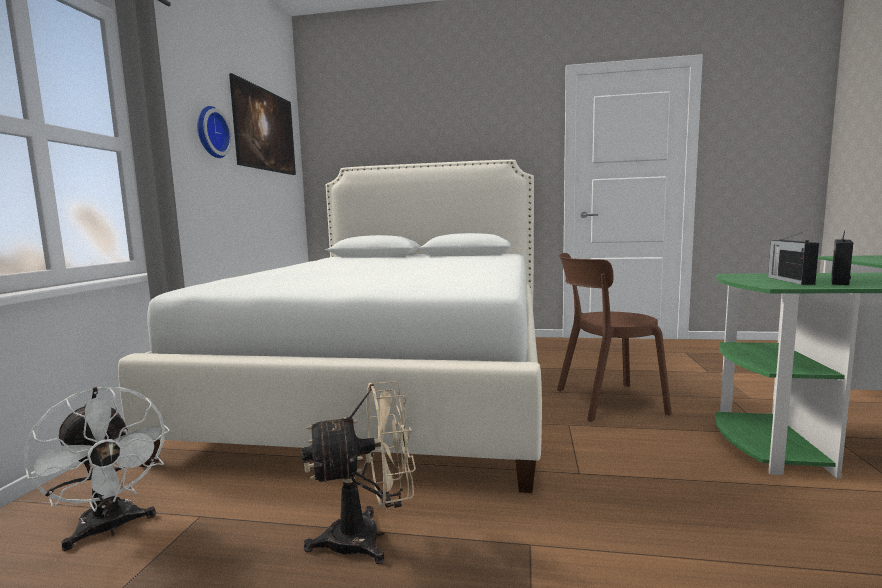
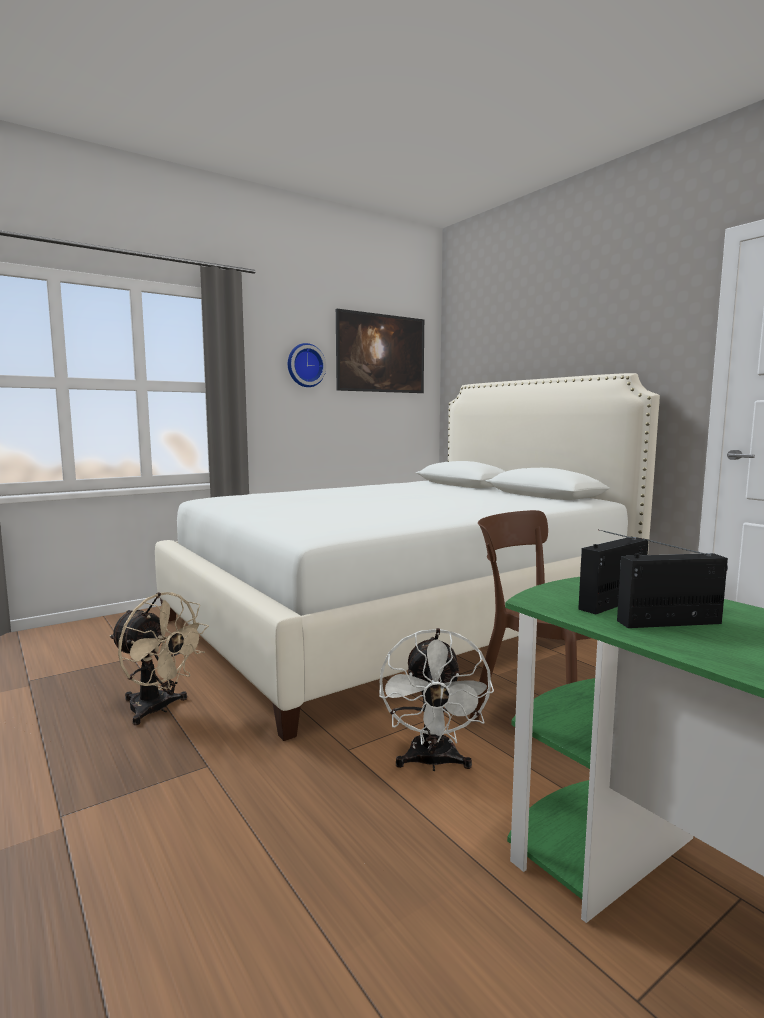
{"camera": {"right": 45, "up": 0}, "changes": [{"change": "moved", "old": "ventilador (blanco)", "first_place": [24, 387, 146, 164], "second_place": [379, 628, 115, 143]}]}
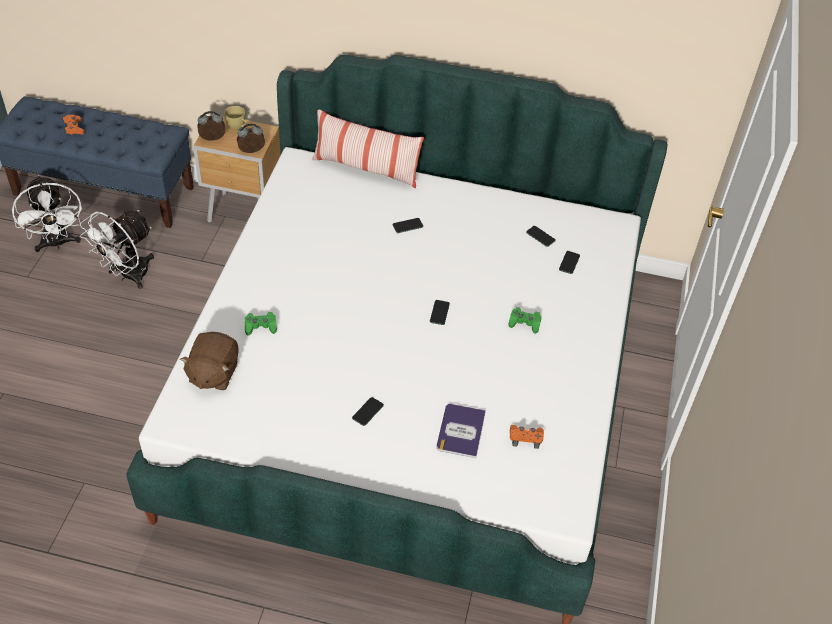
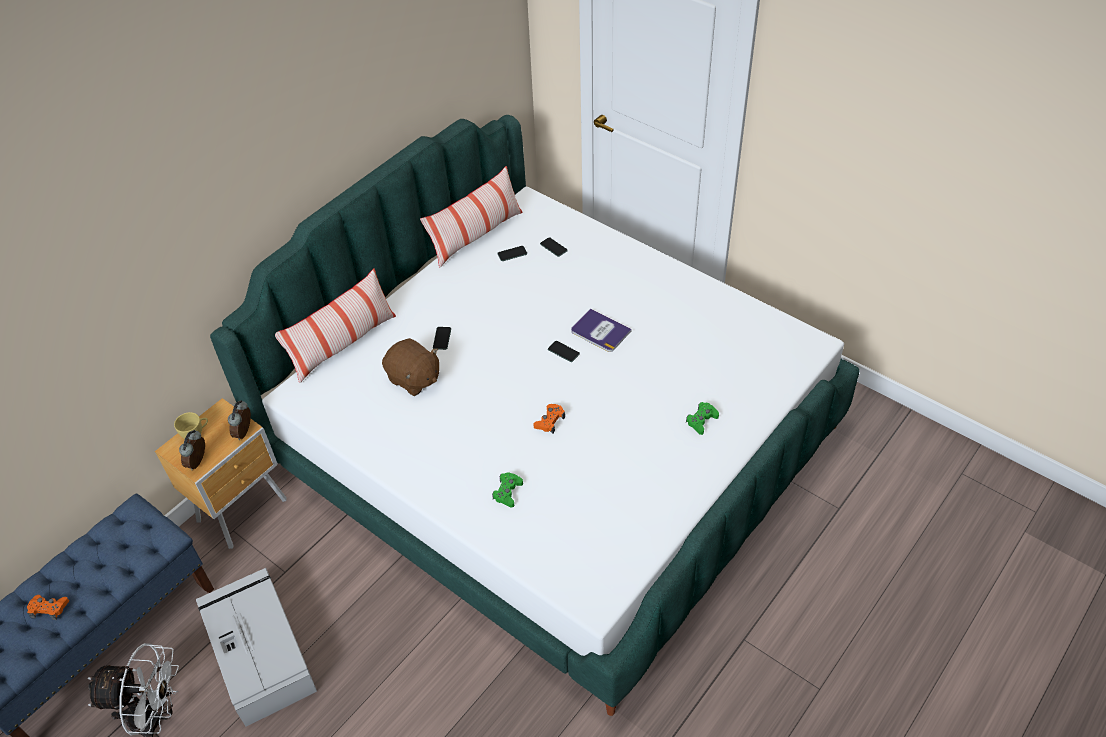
{"camera": {"right": -60, "up": 0}, "changes": [{"change": "replaced", "old": "ventilador (blanco)", "new": "caja de almacenaje (gris)", "first_place": [80, 210, 74, 79], "second_place": [196, 568, 121, 158]}, {"change": "moved", "old": "peluche (marrón)", "first_place": [180, 332, 59, 58], "second_place": [382, 338, 57, 58]}, {"change": "removed", "old": "móvil", "first_place": [352, 397, 32, 29]}, {"change": "moved", "old": "libro", "first_place": [437, 404, 49, 54], "second_place": [571, 309, 61, 43]}, {"change": "moved", "old": "mando de consola (verde)", "first_place": [508, 307, 33, 27], "second_place": [686, 402, 33, 33]}, {"change": "moved", "old": "mando de consola (naranja)", "first_place": [510, 425, 34, 24], "second_place": [533, 404, 32, 30]}, {"change": "added", "new": "cojín", "second_place": [420, 166, 103, 101]}]}
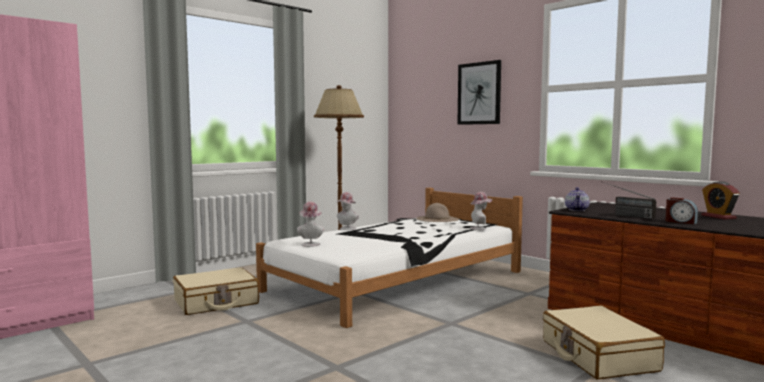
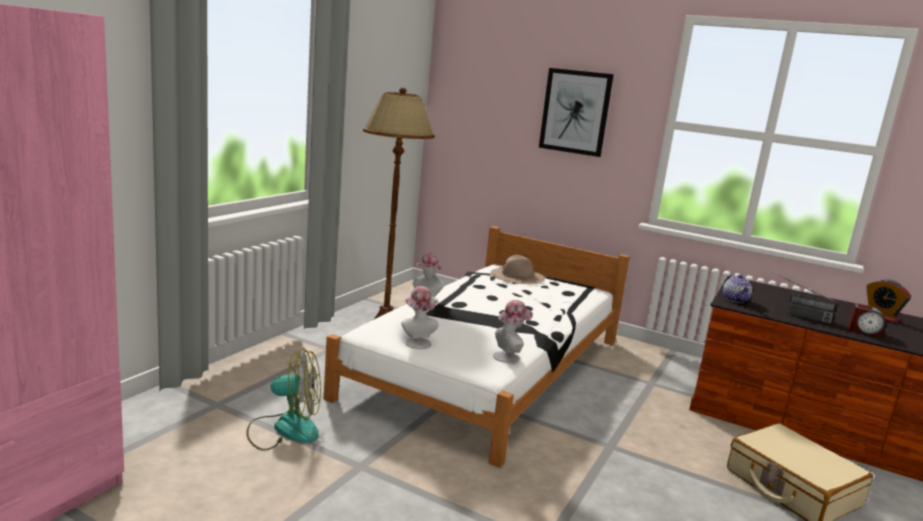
{"camera": {"right": -20, "up": 10}, "changes": [{"change": "replaced", "old": "maleta (beis)", "new": "ventilador", "first_place": [173, 267, 86, 48], "second_place": [247, 348, 74, 103]}, {"change": "moved", "old": "sombrero", "first_place": [470, 192, 22, 38], "second_place": [493, 300, 40, 63]}]}
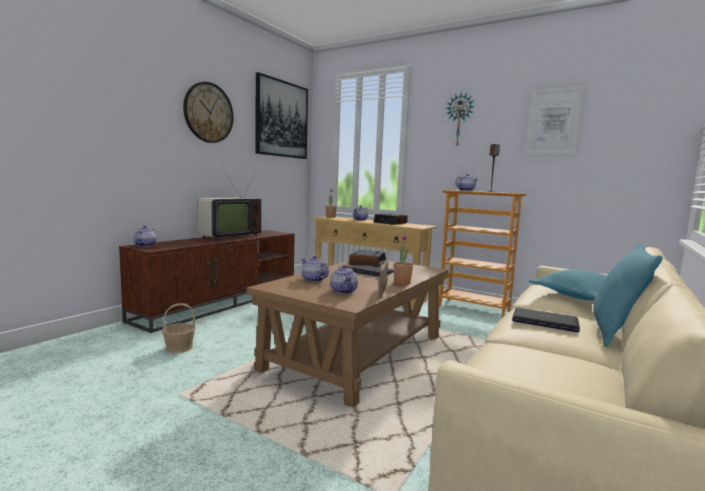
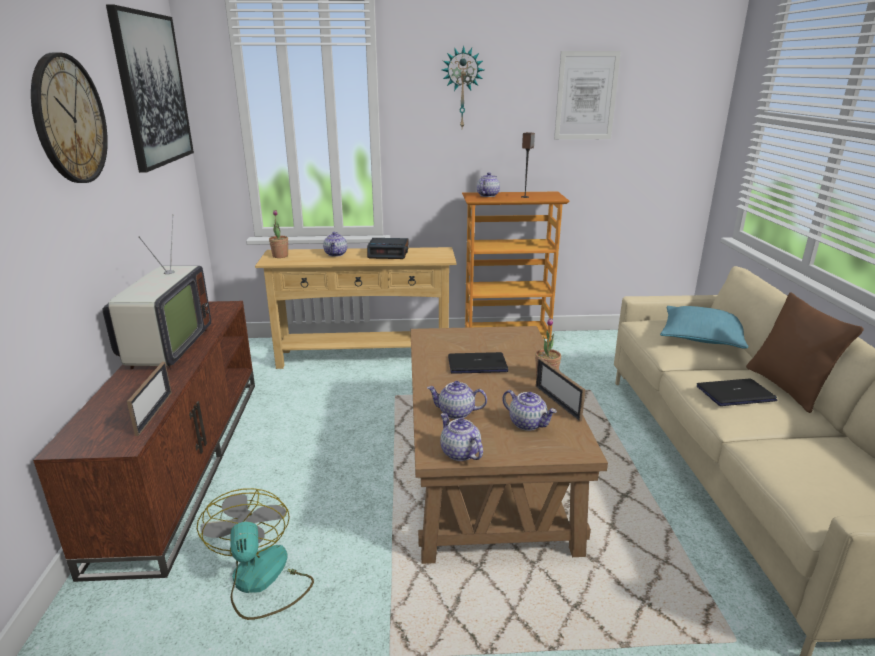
{"camera": {"right": -35, "up": 15}, "changes": [{"change": "moved", "old": "tetera", "first_place": [133, 226, 23, 21], "second_place": [440, 413, 43, 48]}, {"change": "replaced", "old": "cesta", "new": "ventilador", "first_place": [162, 303, 34, 50], "second_place": [197, 488, 117, 132]}, {"change": "removed", "old": "despertador", "first_place": [349, 250, 37, 17]}, {"change": "recoloured", "old": "cojín (turquesa)", "new": "cojín (marrón)", "first_place": [593, 243, 70, 104], "second_place": [746, 292, 118, 121]}, {"change": "added", "new": "portarretratos", "second_place": [127, 362, 45, 74]}]}
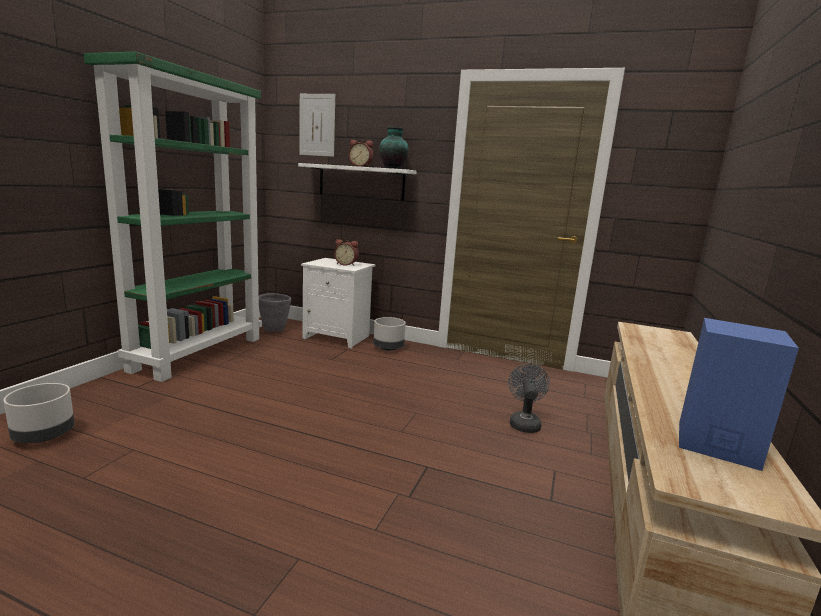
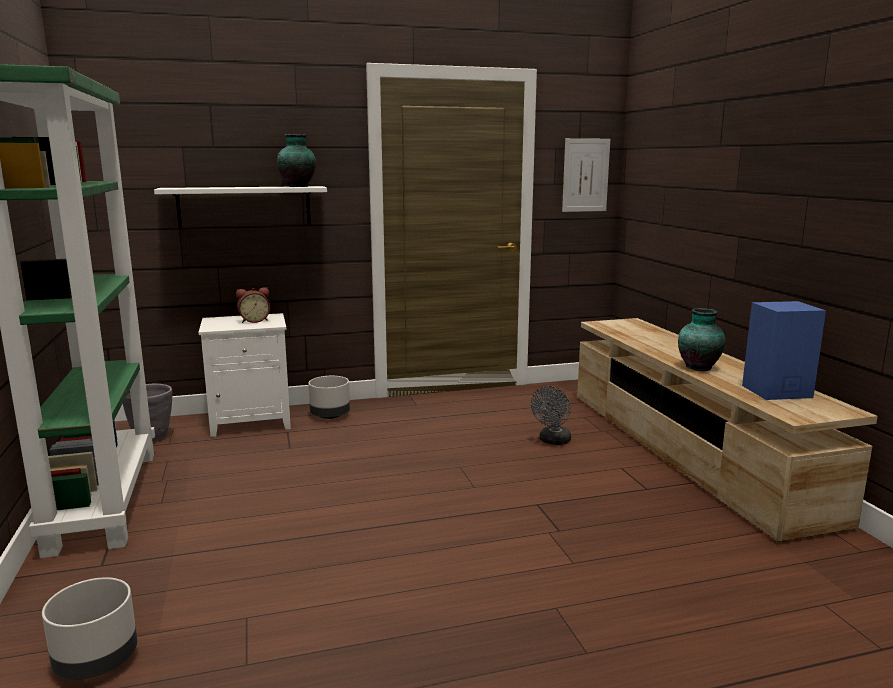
{"camera": {"right": -35, "up": 0}, "changes": [{"change": "moved", "old": "cuadro", "first_place": [299, 94, 36, 63], "second_place": [562, 138, 48, 74]}, {"change": "removed", "old": "despertador", "first_place": [348, 140, 25, 27]}, {"change": "turned", "old": "ventilador (gris)", "first_place": [508, 364, 42, 69], "second_place": [531, 386, 40, 59], "degrees": -120}, {"change": "added", "new": "florero", "second_place": [678, 308, 47, 63]}]}
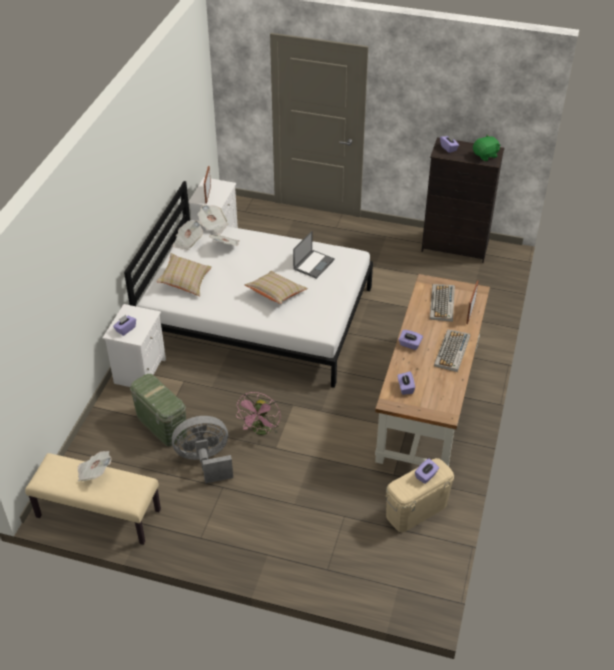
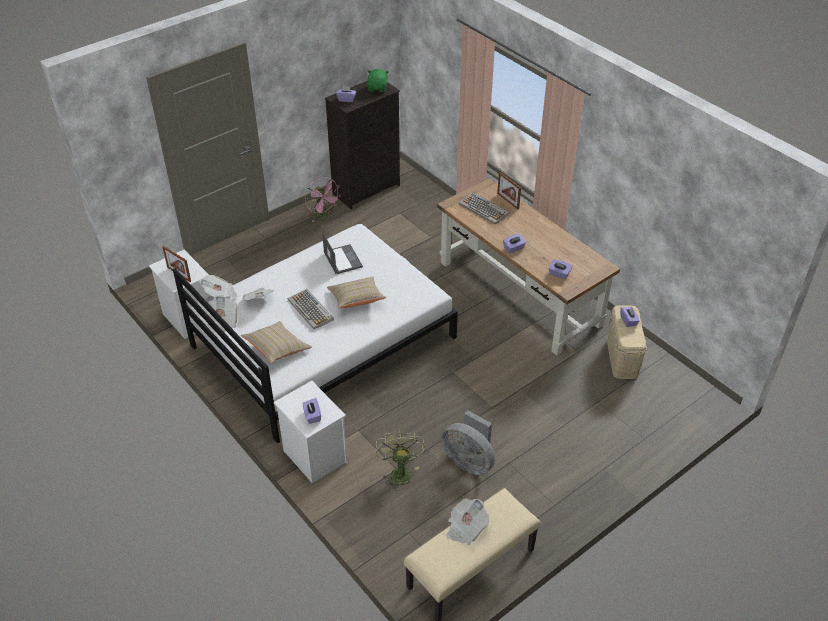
{"camera": {"right": -55, "up": 0}, "changes": [{"change": "replaced", "old": "caja de almacenaje (verde)", "new": "ventilador (verde)", "first_place": [130, 374, 57, 73], "second_place": [376, 430, 49, 61]}, {"change": "turned", "old": "ventilador (gris)", "first_place": [172, 416, 61, 67], "second_place": [441, 410, 54, 65], "degrees": -75}, {"change": "moved", "old": "ventilador (rosa)", "first_place": [236, 392, 44, 43], "second_place": [305, 177, 34, 45]}, {"change": "moved", "old": "teclado", "first_place": [434, 329, 36, 43], "second_place": [288, 289, 46, 40]}]}
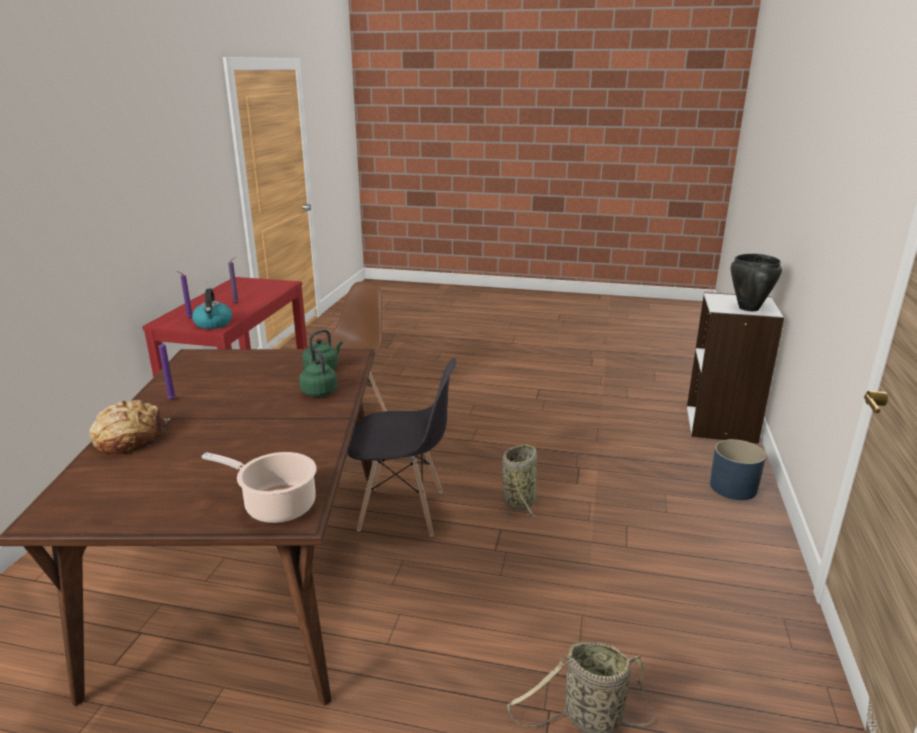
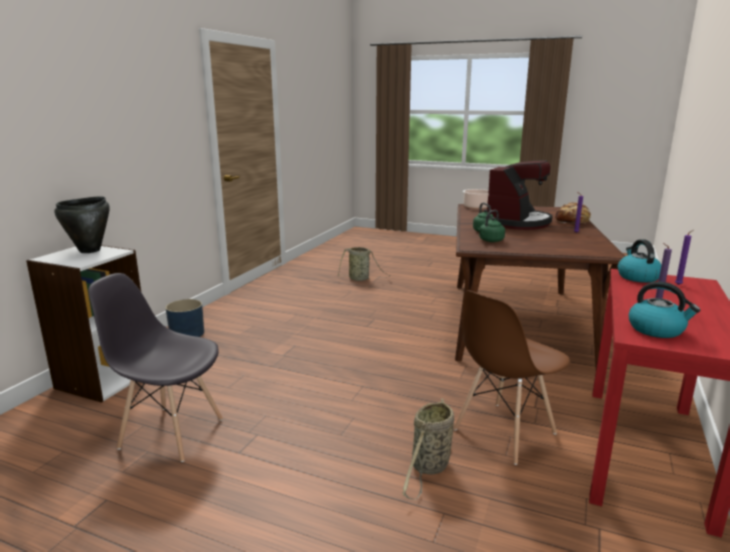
{"camera": {"right": -170, "up": -5}, "changes": [{"change": "moved", "old": "silla (gris)", "first_place": [347, 357, 110, 180], "second_place": [88, 273, 135, 189]}, {"change": "moved", "old": "cesta", "first_place": [502, 444, 35, 78], "second_place": [402, 399, 52, 101]}, {"change": "added", "new": "cafetera", "second_place": [487, 160, 65, 70]}, {"change": "added", "new": "hervidor", "second_place": [629, 282, 72, 56]}]}
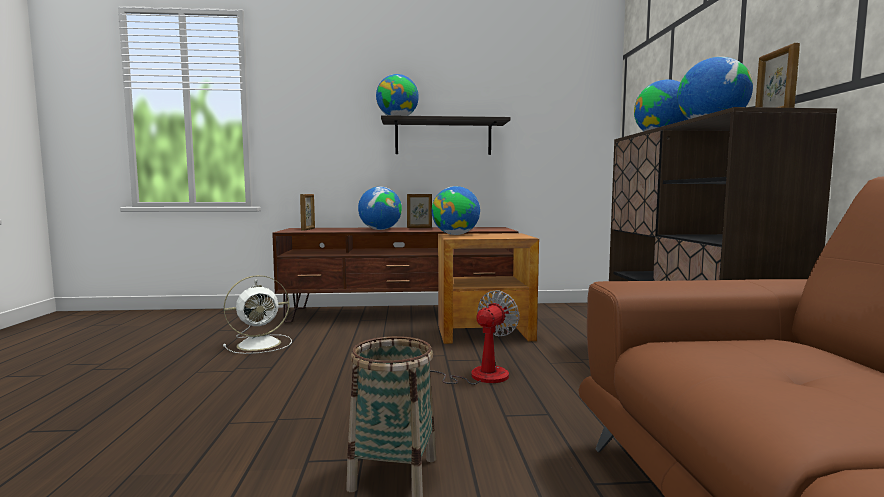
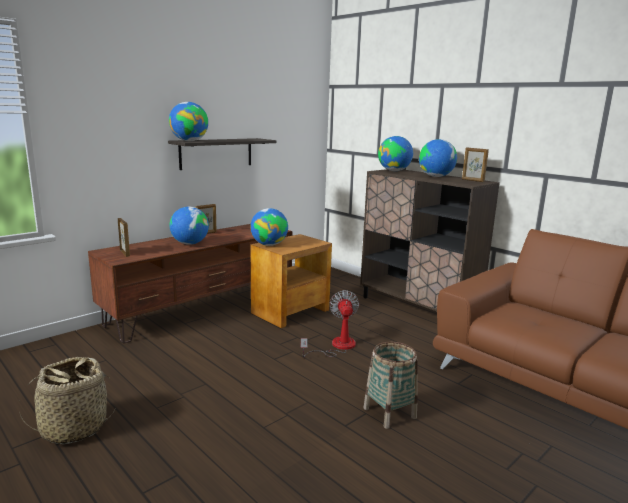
{"camera": {"right": -40, "up": 10}, "changes": [{"change": "removed", "old": "ventilador (blanco)", "first_place": [223, 275, 69, 79]}, {"change": "added", "new": "cesta", "second_place": [19, 357, 96, 87]}]}
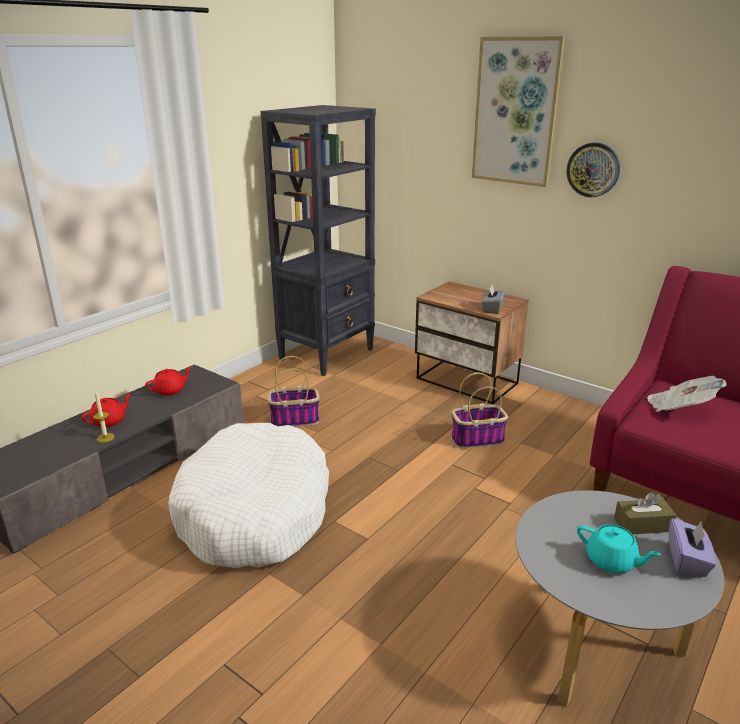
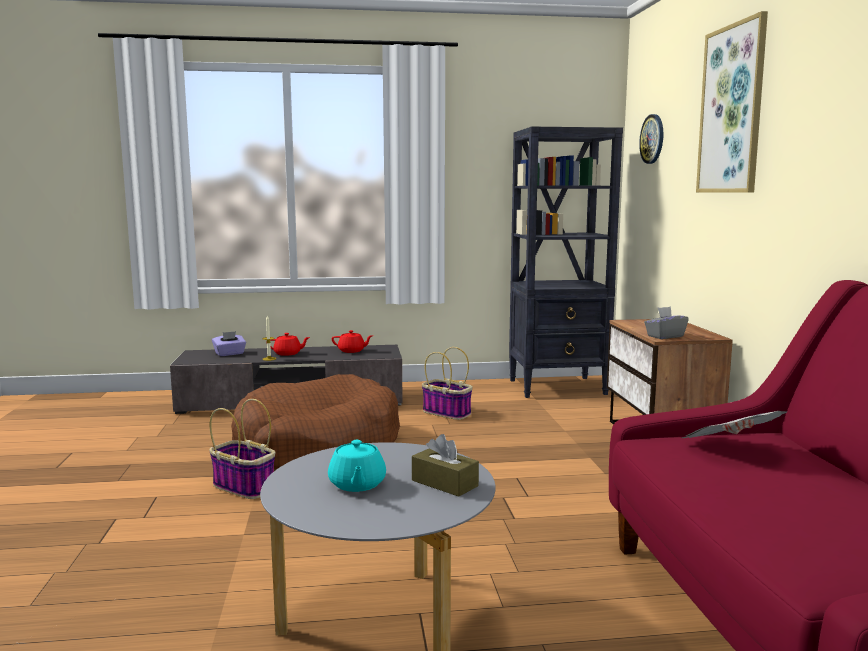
{"camera": {"right": 45, "up": -15}, "changes": [{"change": "recoloured", "old": "cama para perro (blanco)", "new": "cama para perro (marrón)", "first_place": [168, 423, 161, 145], "second_place": [231, 374, 169, 96]}, {"change": "moved", "old": "cesta", "first_place": [452, 373, 56, 76], "second_place": [209, 399, 66, 100]}, {"change": "moved", "old": "reloj de pared", "first_place": [567, 142, 53, 55], "second_place": [639, 114, 24, 50]}, {"change": "moved", "old": "caja de pañuelos (morado)", "first_place": [669, 518, 47, 59], "second_place": [212, 331, 34, 25]}]}
